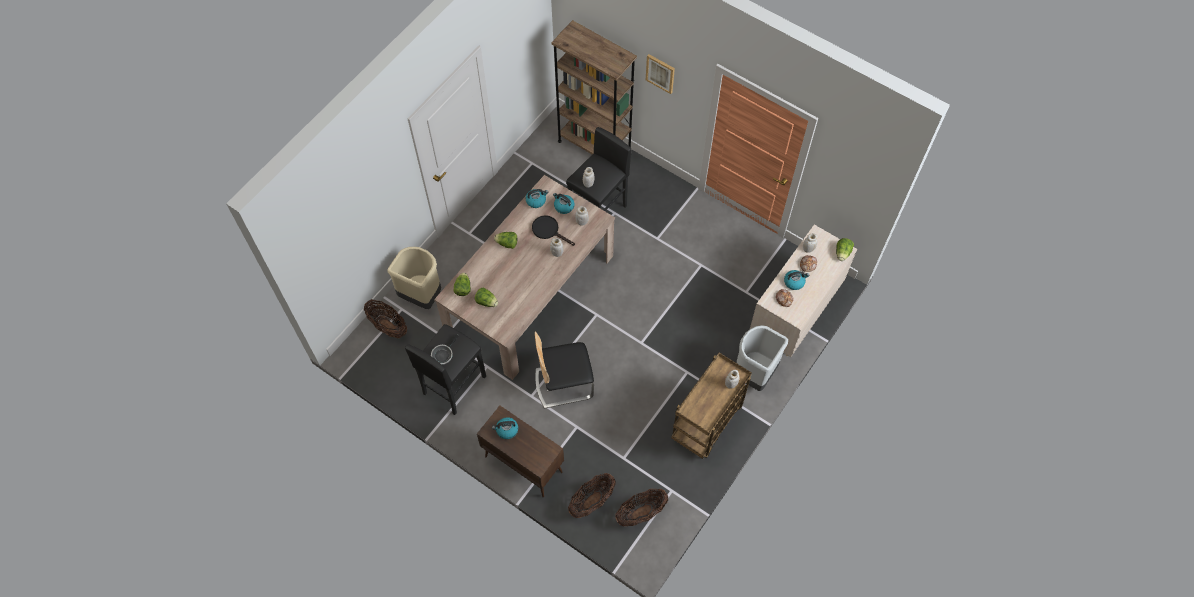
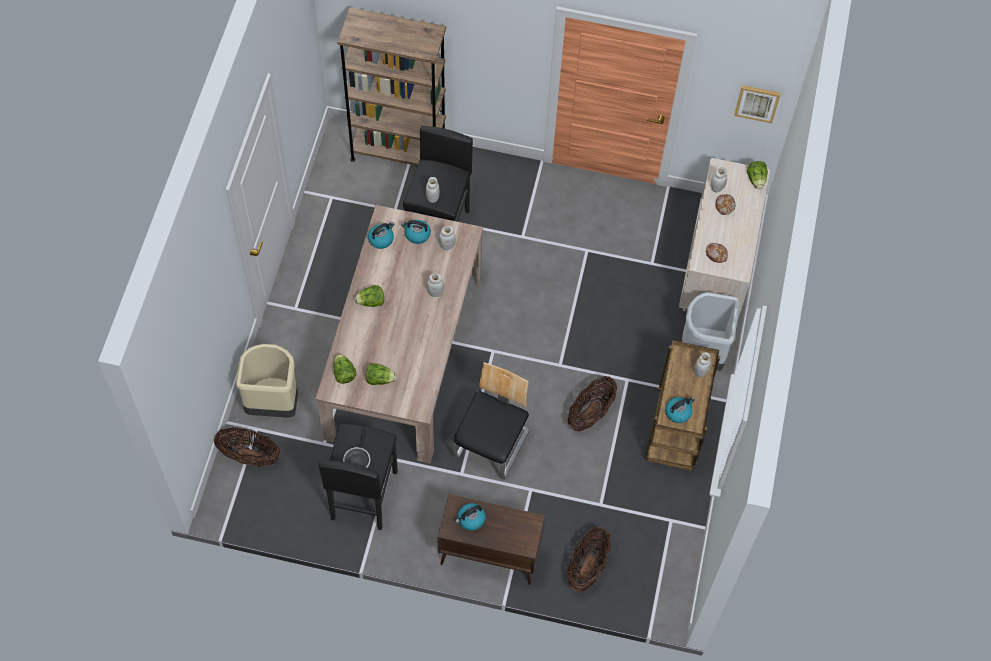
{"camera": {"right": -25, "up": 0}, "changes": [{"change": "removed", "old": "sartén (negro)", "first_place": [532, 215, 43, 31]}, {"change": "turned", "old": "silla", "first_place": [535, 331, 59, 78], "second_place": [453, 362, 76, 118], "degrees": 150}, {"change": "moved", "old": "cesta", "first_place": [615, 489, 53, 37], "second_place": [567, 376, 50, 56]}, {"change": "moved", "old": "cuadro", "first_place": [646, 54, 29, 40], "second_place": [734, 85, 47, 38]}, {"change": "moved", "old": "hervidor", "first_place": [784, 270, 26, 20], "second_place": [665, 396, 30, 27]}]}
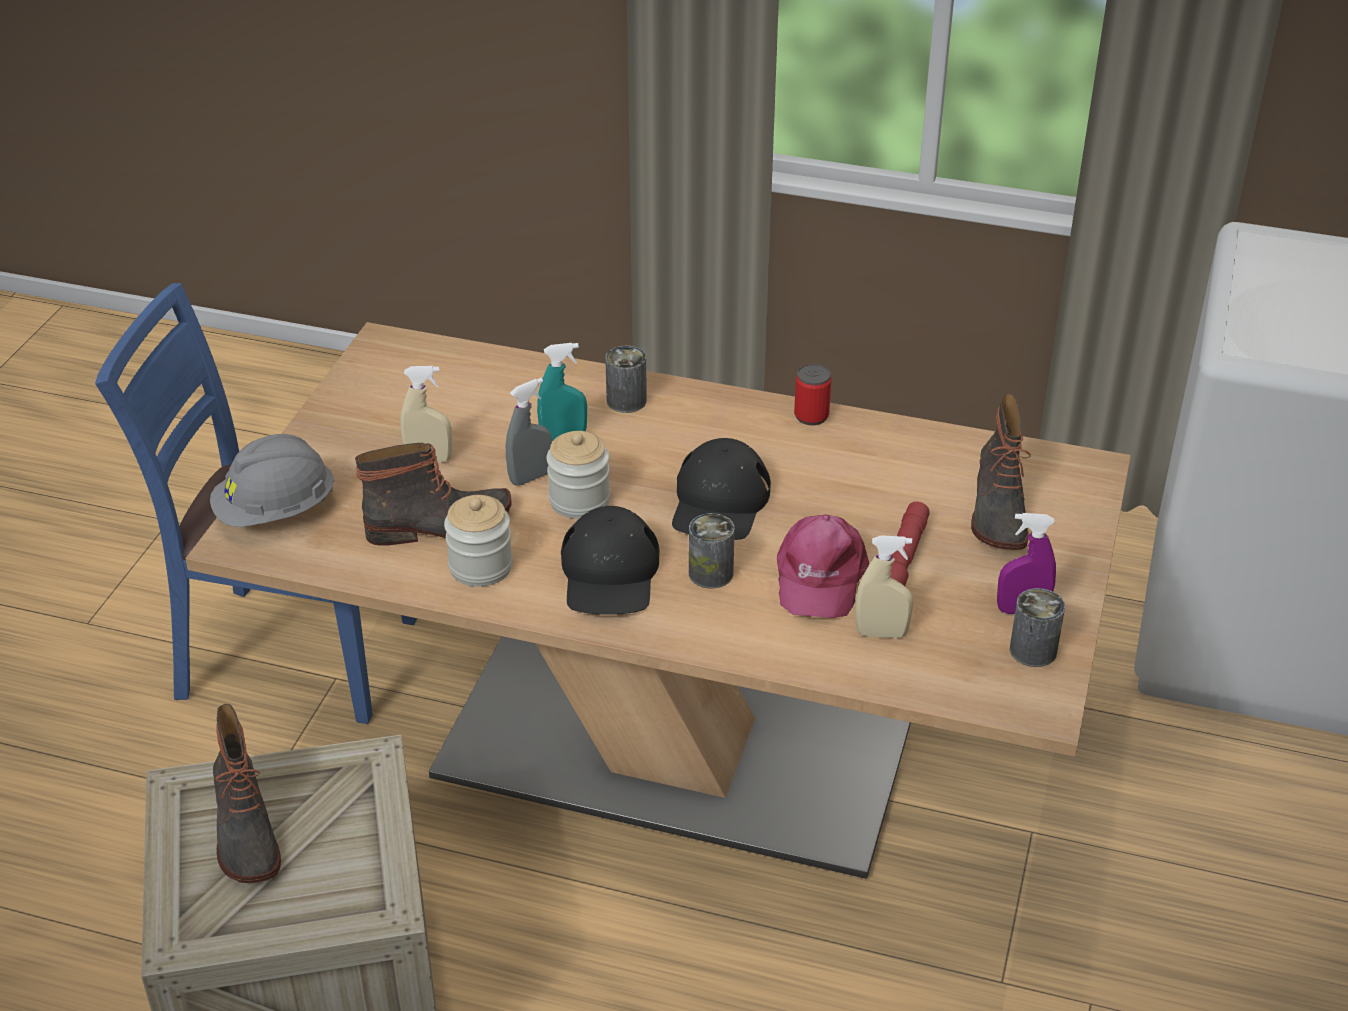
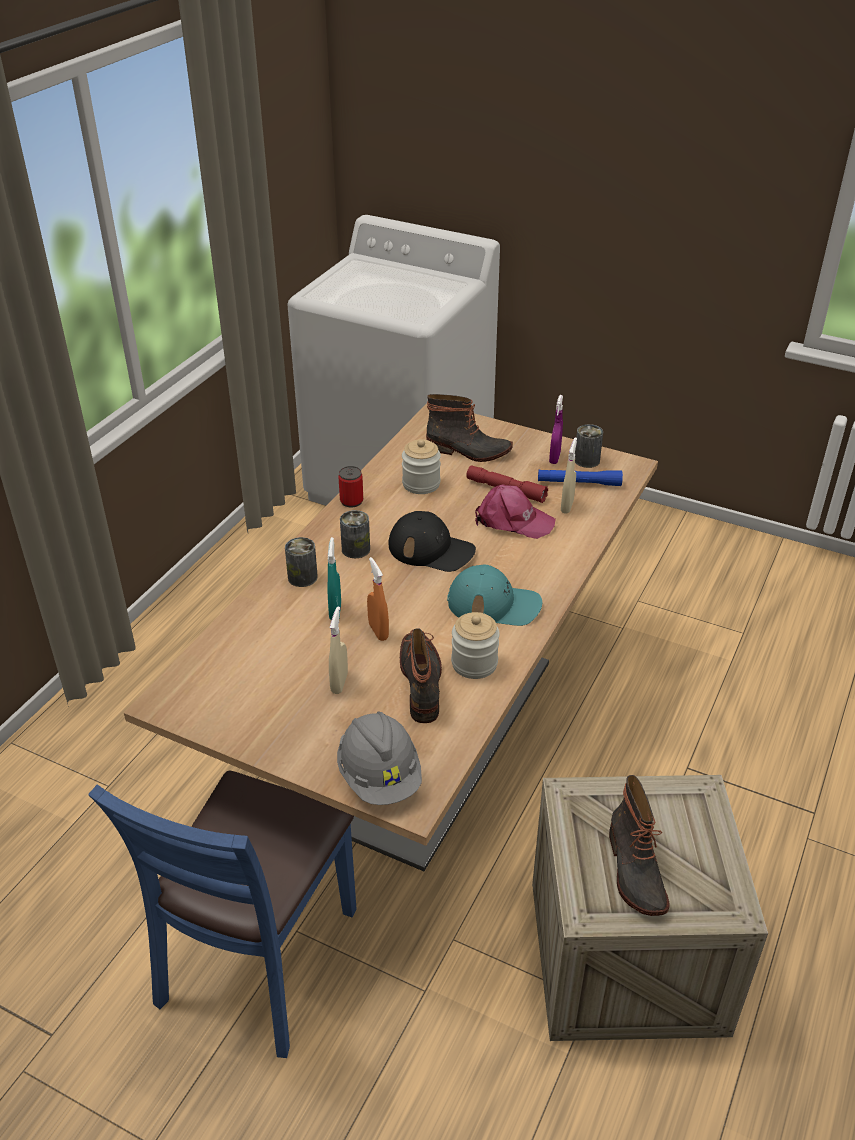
{"camera": {"right": -80, "up": 0}, "changes": [{"change": "turned", "old": "bota", "first_place": [213, 704, 68, 179], "second_place": [609, 775, 60, 141], "degrees": 90}, {"change": "recoloured", "old": "pulverizador (gris)", "new": "pulverizador (naranja)", "first_place": [506, 378, 46, 107], "second_place": [367, 557, 22, 84]}, {"change": "moved", "old": "tarro", "first_place": [547, 431, 63, 88], "second_place": [402, 439, 39, 55]}, {"change": "recoloured", "old": "gorra (negro)", "new": "gorra (turquesa)", "first_place": [561, 506, 99, 109], "second_place": [447, 565, 95, 61]}, {"change": "moved", "old": "lata", "first_place": [689, 513, 46, 75], "second_place": [340, 510, 30, 48]}, {"change": "added", "new": "linterna (azul)", "second_place": [538, 470, 85, 16]}]}
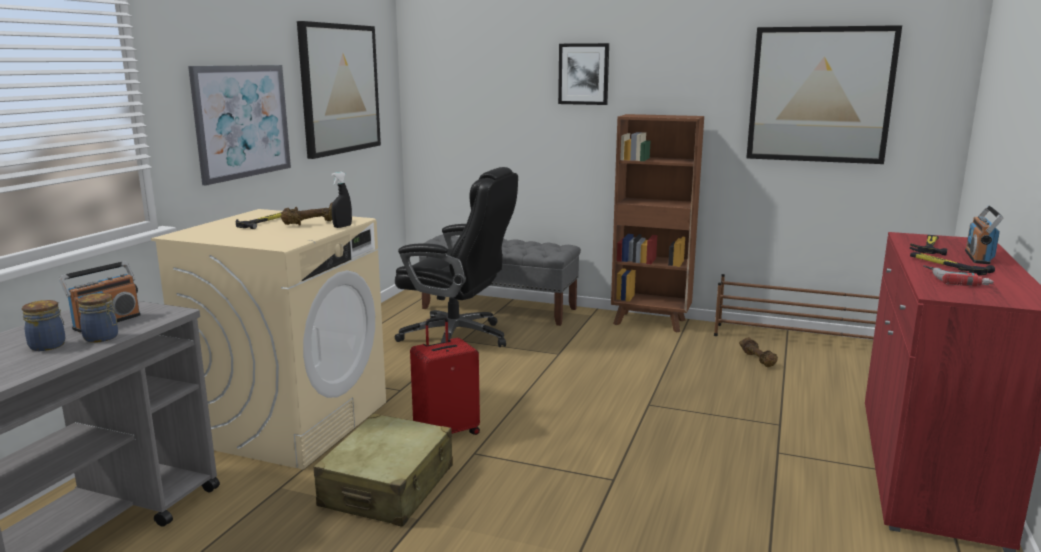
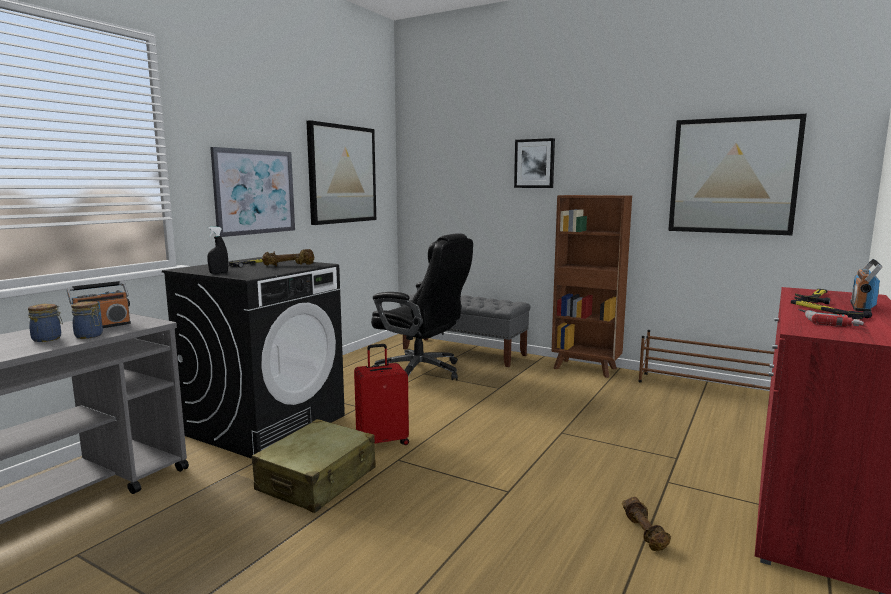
{"camera": {"right": 10, "up": -5}, "changes": [{"change": "recoloured", "old": "lavadora (beis)", "new": "lavadora (negro)", "first_place": [151, 209, 235, 261], "second_place": [162, 257, 183, 202]}, {"change": "moved", "old": "pulverizador (negro)", "first_place": [331, 172, 21, 56], "second_place": [207, 227, 21, 47]}, {"change": "moved", "old": "mancuerna (marrón)", "first_place": [739, 337, 39, 30], "second_place": [622, 497, 49, 54]}]}
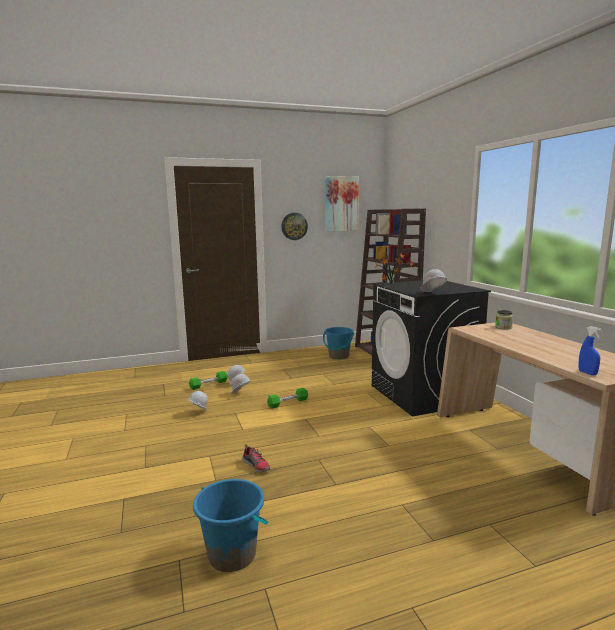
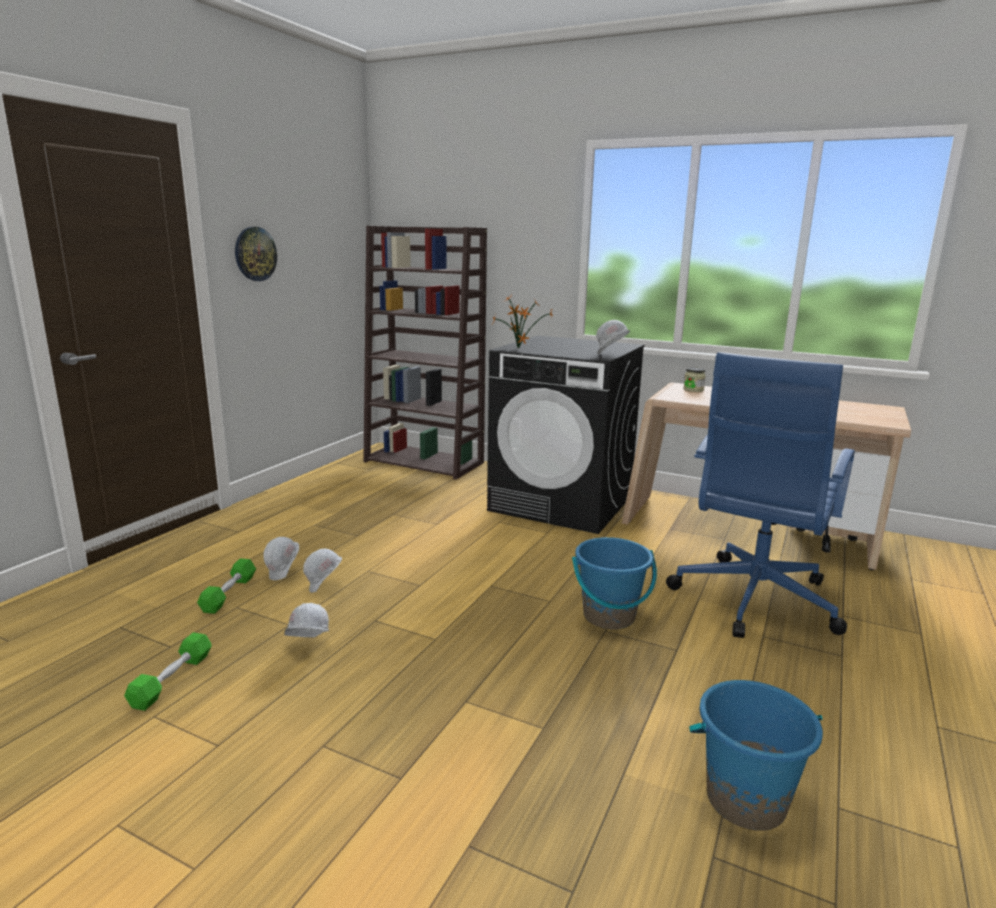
{"camera": {"right": -45, "up": 5}, "changes": [{"change": "removed", "old": "zapato", "first_place": [242, 444, 28, 28]}, {"change": "moved", "old": "mancuerna (verde)", "first_place": [267, 388, 41, 21], "second_place": [124, 632, 88, 79]}, {"change": "moved", "old": "cubo (azul)", "first_place": [323, 327, 31, 32], "second_place": [572, 537, 85, 92]}, {"change": "removed", "old": "cuadro", "first_place": [325, 176, 34, 56]}, {"change": "removed", "old": "pulverizador (azul)", "first_place": [578, 326, 24, 49]}, {"change": "added", "new": "silla de oficina (azul)", "second_place": [666, 352, 189, 286]}]}
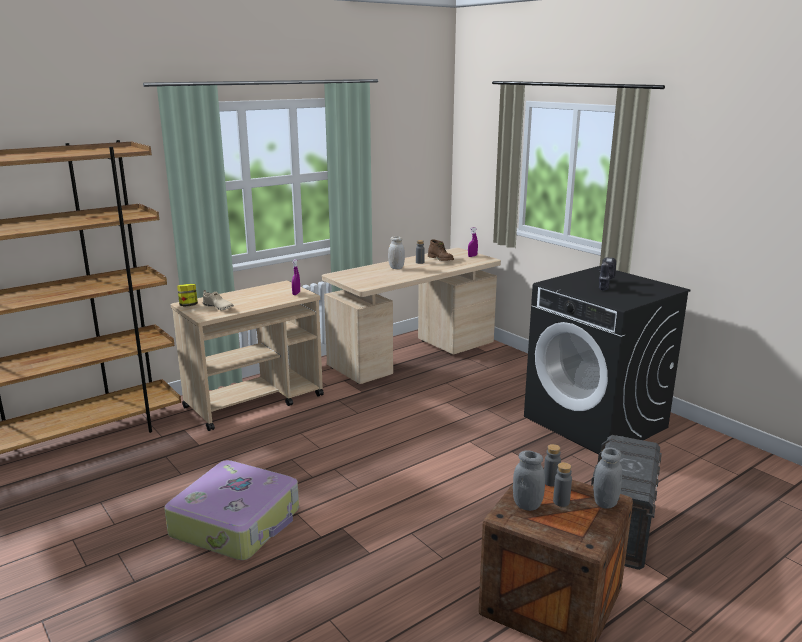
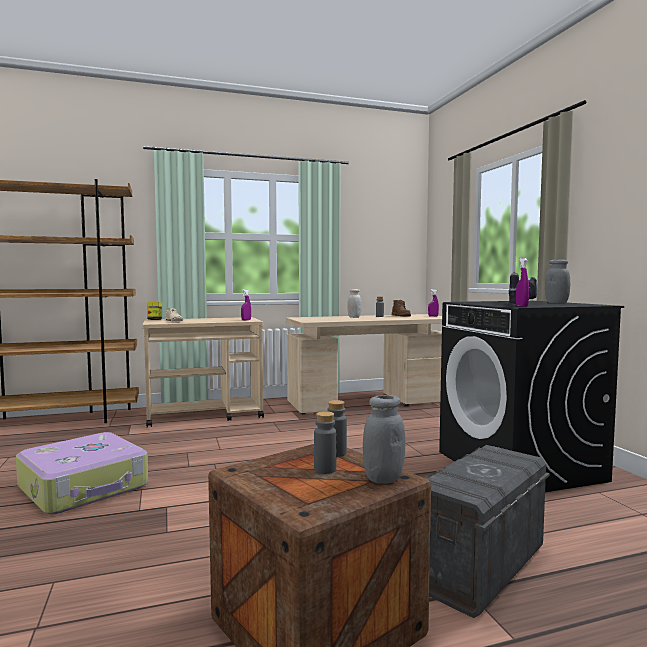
{"camera": {"right": 20, "up": -15}, "changes": [{"change": "moved", "old": "tarro (gris)", "first_place": [513, 450, 32, 61], "second_place": [545, 260, 25, 43]}, {"change": "added", "new": "pulverizador (morado)", "second_place": [516, 258, 13, 49]}]}
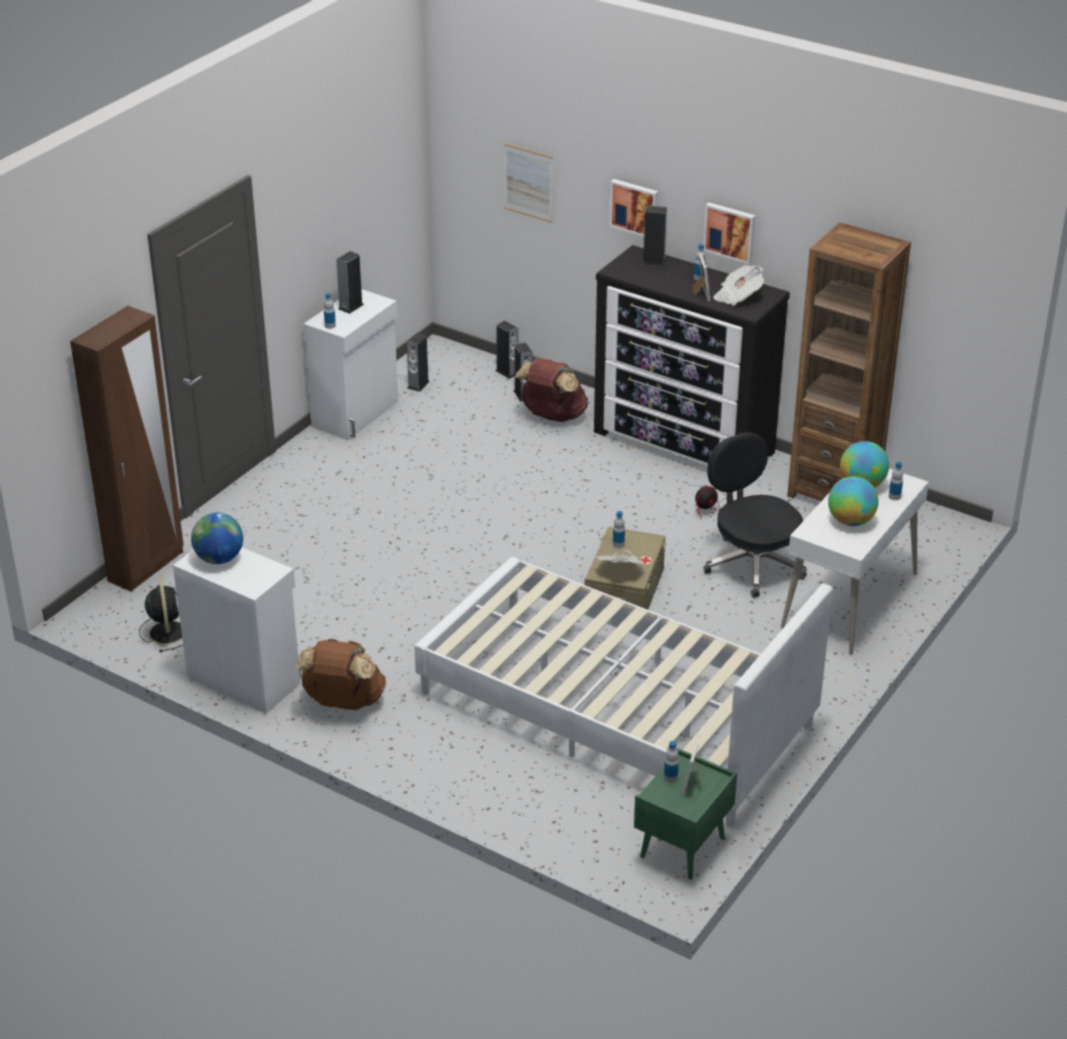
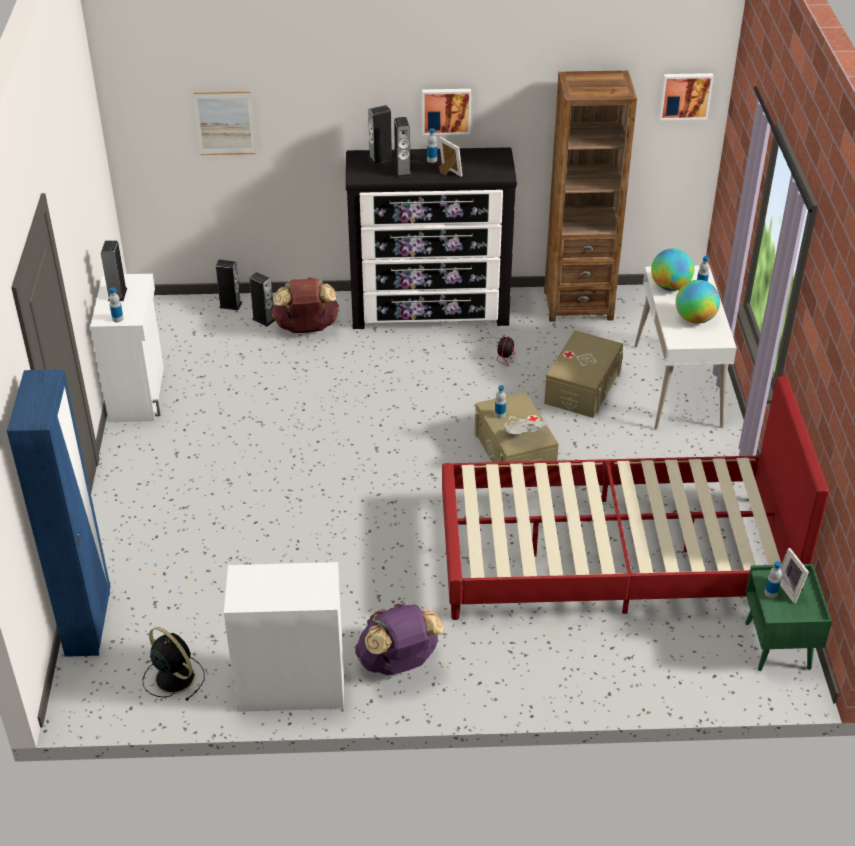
{"camera": {"right": -35, "up": 5}, "changes": [{"change": "recoloured", "old": "armario ropero (marrón)", "new": "armario ropero (azul)", "first_place": [70, 306, 114, 286], "second_place": [7, 369, 104, 288]}, {"change": "removed", "old": "globo terráqueo", "first_place": [191, 513, 52, 51]}, {"change": "recoloured", "old": "mochila (marrón)", "new": "mochila (morado)", "first_place": [296, 638, 90, 72], "second_place": [355, 603, 89, 72]}, {"change": "moved", "old": "altavoz", "first_place": [407, 333, 23, 59], "second_place": [394, 117, 17, 61]}, {"change": "recoloured", "old": "cama (blanco)", "new": "cama (rojo)", "first_place": [414, 557, 419, 271], "second_place": [442, 376, 387, 244]}, {"change": "moved", "old": "cuadro", "first_place": [609, 179, 49, 58], "second_place": [659, 73, 55, 47]}, {"change": "replaced", "old": "silla de oficina (negro)", "new": "caja de almacenaje (beis)", "first_place": [704, 432, 103, 166], "second_place": [544, 331, 79, 87]}, {"change": "removed", "old": "periódico", "first_place": [713, 265, 51, 41]}]}
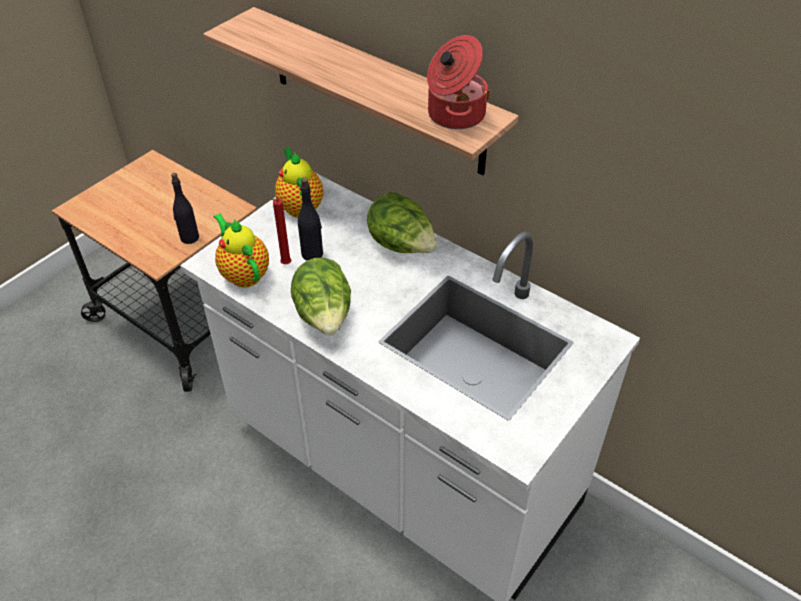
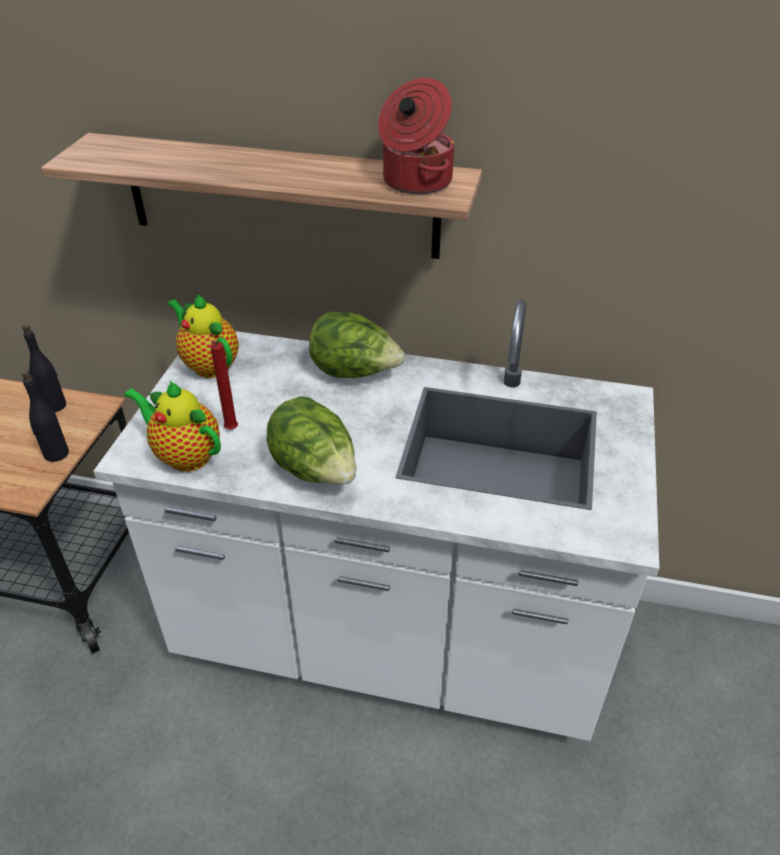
{"camera": {"right": -25, "up": -5}, "changes": [{"change": "moved", "old": "botella (negro)", "first_place": [298, 177, 25, 83], "second_place": [22, 324, 44, 88]}]}
